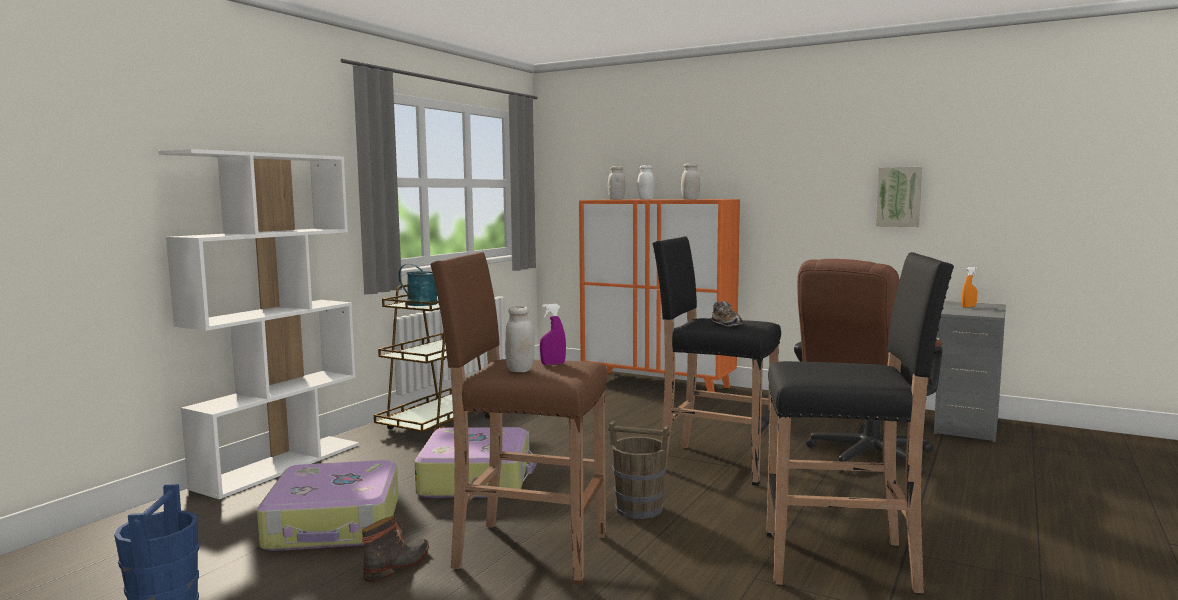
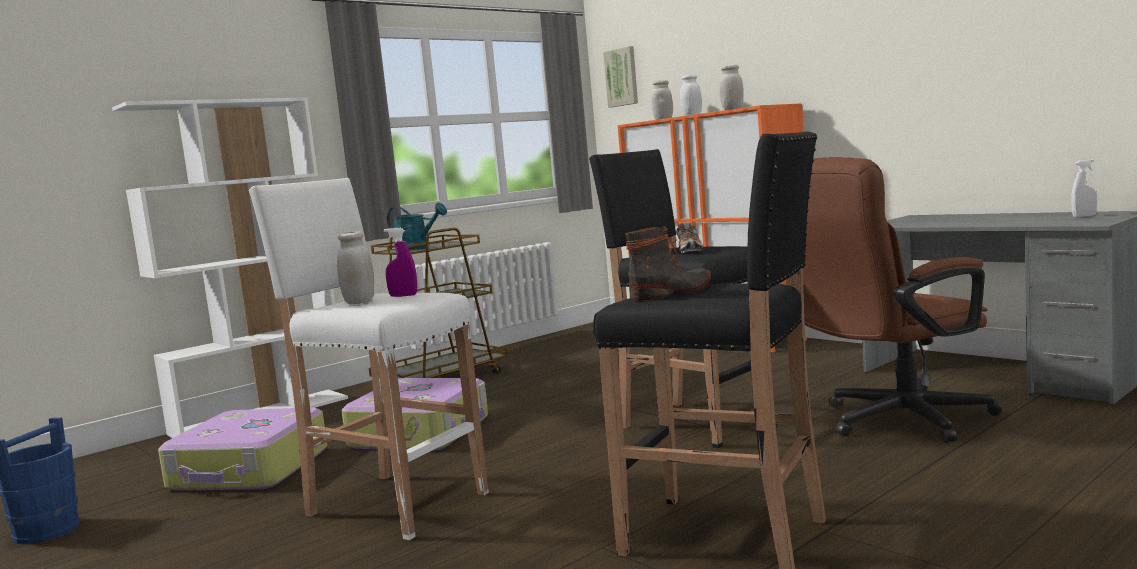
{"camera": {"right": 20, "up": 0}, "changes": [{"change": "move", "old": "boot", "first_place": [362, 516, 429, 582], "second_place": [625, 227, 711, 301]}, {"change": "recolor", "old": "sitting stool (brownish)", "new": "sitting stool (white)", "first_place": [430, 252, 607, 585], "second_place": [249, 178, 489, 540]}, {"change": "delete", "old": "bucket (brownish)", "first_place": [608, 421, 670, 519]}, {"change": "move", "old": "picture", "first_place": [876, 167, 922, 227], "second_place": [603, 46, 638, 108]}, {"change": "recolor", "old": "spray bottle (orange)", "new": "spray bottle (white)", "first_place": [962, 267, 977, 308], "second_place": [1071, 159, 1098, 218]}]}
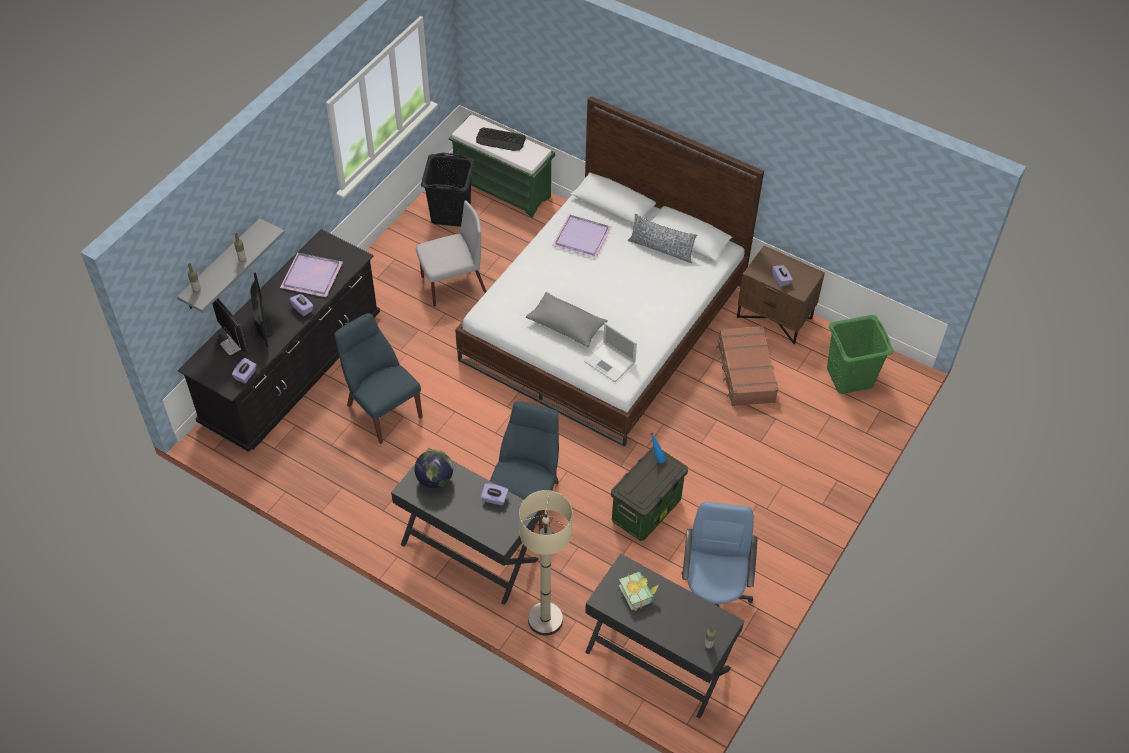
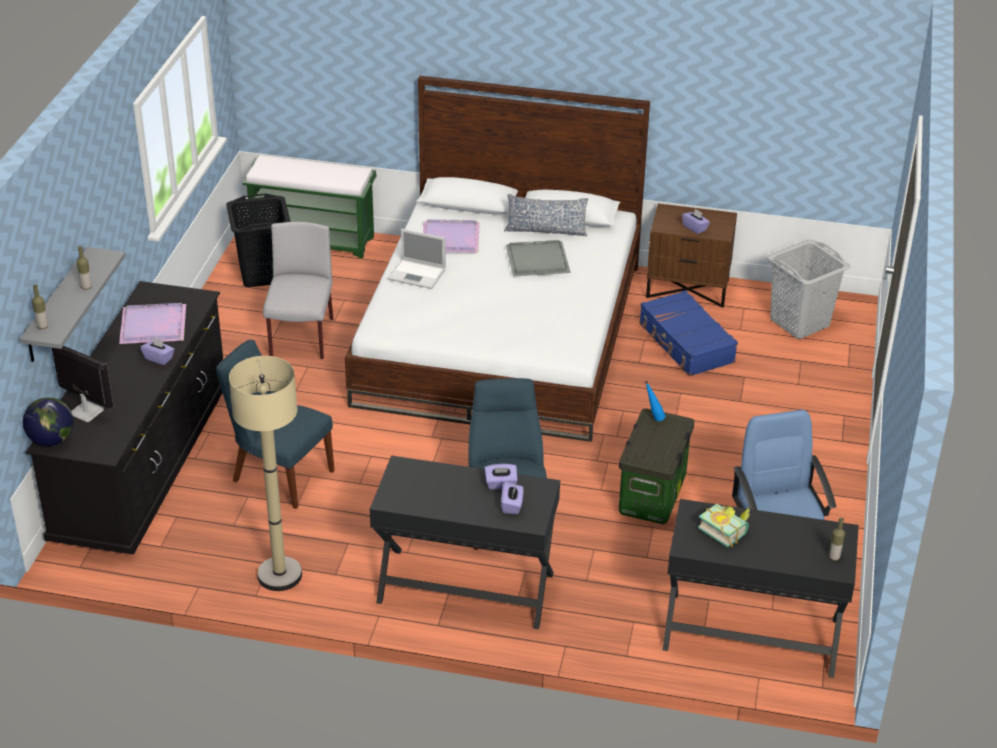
{"camera": {"right": -20, "up": -15}, "changes": [{"change": "move", "old": "tissue box (purple)", "first_place": [232, 358, 256, 383], "second_place": [501, 482, 523, 514]}, {"change": "delete", "old": "monitor", "first_place": [251, 273, 273, 347]}, {"change": "move", "old": "desk globe", "first_place": [415, 450, 453, 488], "second_place": [23, 397, 73, 446]}, {"change": "rotate", "old": "plain chair (gray)", "first_place": [416, 200, 486, 307], "second_place": [263, 222, 333, 359], "degrees": -45}, {"change": "delete", "old": "keyboard", "first_place": [476, 127, 526, 151]}, {"change": "move", "old": "floor lamp (beige)", "first_place": [519, 490, 572, 635], "second_place": [229, 356, 302, 591]}, {"change": "delete", "old": "throw pillow (gray)", "first_place": [526, 292, 608, 347]}, {"change": "move", "old": "laptop", "first_place": [584, 322, 637, 382], "second_place": [388, 229, 446, 289]}, {"change": "recolor", "old": "travel case (brownish)", "new": "travel case (blue)", "first_place": [716, 326, 779, 406], "second_place": [639, 290, 738, 376]}, {"change": "recolor", "old": "laundry basket (green)", "new": "laundry basket (gray)", "first_place": [827, 315, 894, 394], "second_place": [768, 240, 850, 339]}, {"change": "insert", "new": "tray (gray)", "second_place": [506, 240, 571, 276]}]}
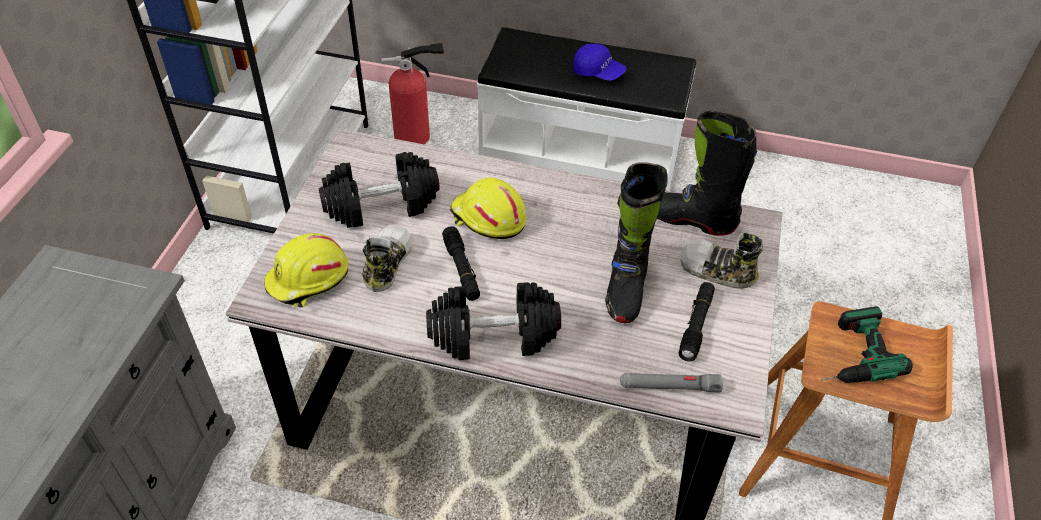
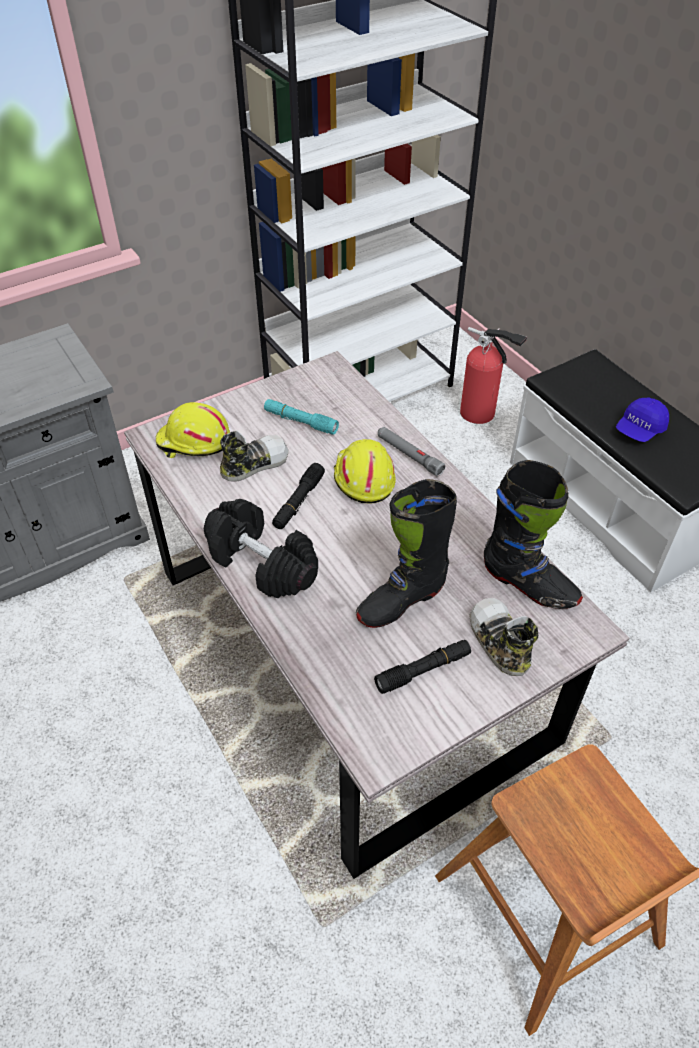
{"camera": {"right": 45, "up": 0}, "changes": [{"change": "replace", "old": "hand weight (black-coloured)", "new": "flashlight (blue-green)", "first_place": [319, 152, 440, 228], "second_place": [264, 399, 339, 435]}, {"change": "rotate", "old": "peaked cap (blue)", "first_place": [573, 44, 627, 81], "second_place": [616, 398, 669, 442], "degrees": 60}, {"change": "move", "old": "flashlight (gray)", "first_place": [620, 373, 723, 392], "second_place": [378, 427, 445, 476]}, {"change": "rotate", "old": "boot (black-coloured)", "first_place": [657, 111, 757, 236], "second_place": [484, 460, 583, 609], "degrees": 150}, {"change": "delete", "old": "power drill", "first_place": [821, 306, 913, 383]}]}
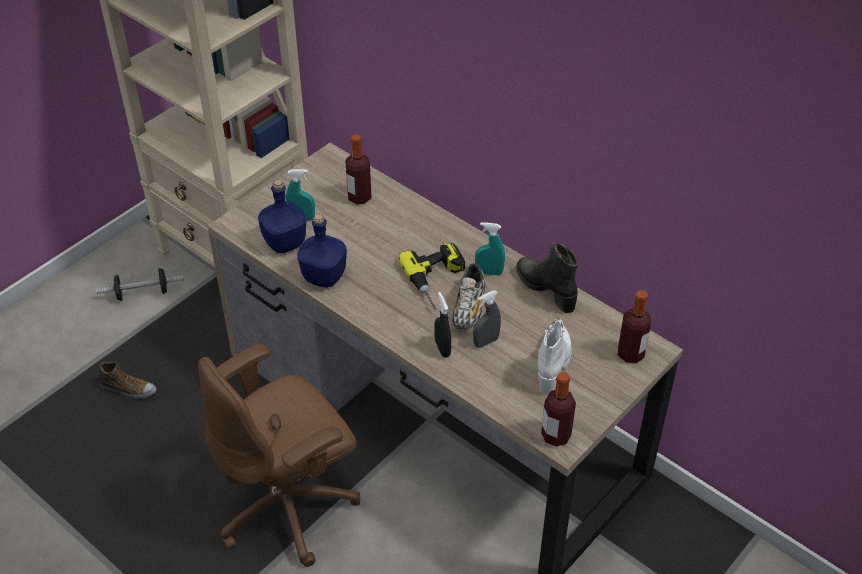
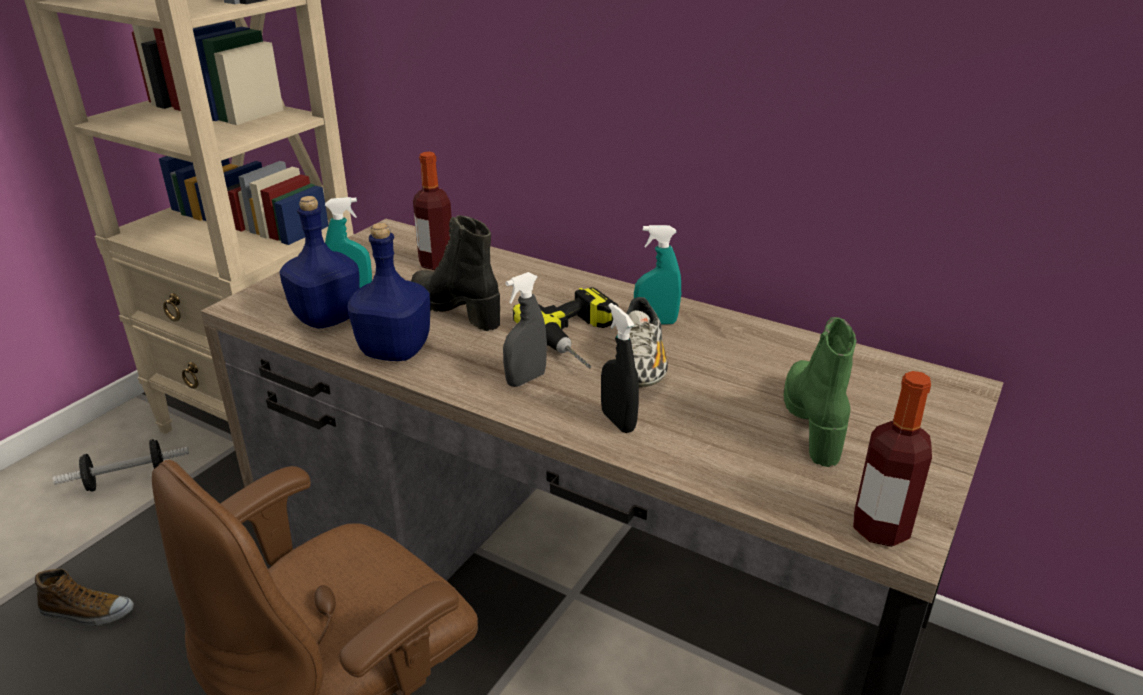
{"camera": {"right": -10, "up": -15}, "changes": [{"change": "move", "old": "spray bottle (gray)", "first_place": [473, 291, 501, 348], "second_place": [503, 272, 547, 387]}, {"change": "move", "old": "boot (black-coloured)", "first_place": [516, 243, 578, 313], "second_place": [411, 215, 500, 331]}, {"change": "recolor", "old": "boot (white)", "new": "boot (green)", "first_place": [538, 318, 572, 395], "second_place": [783, 317, 857, 467]}, {"change": "delete", "old": "bottle", "first_place": [618, 290, 651, 363]}]}
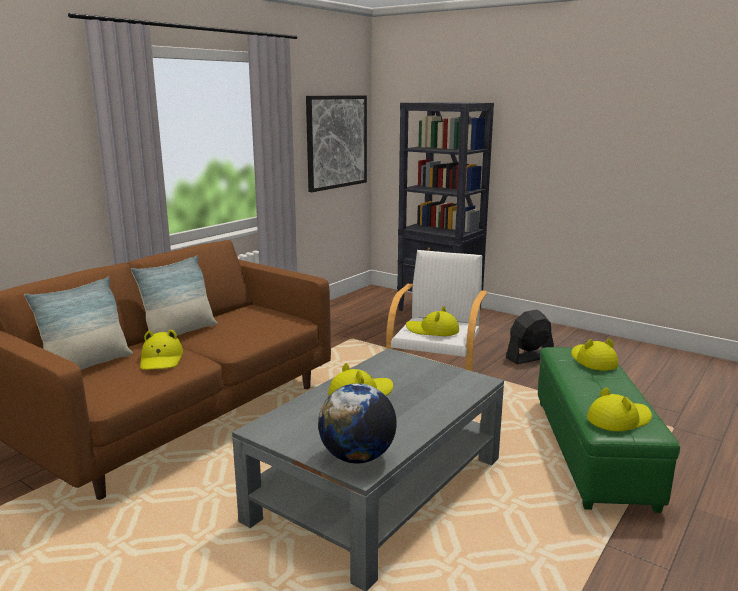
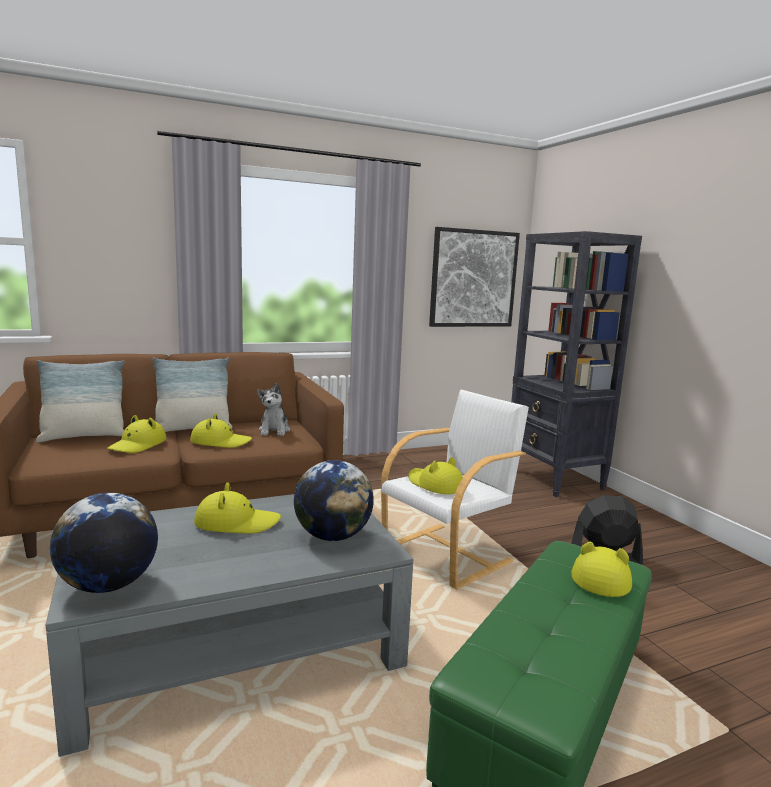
{"camera": {"right": 30, "up": -5}, "changes": [{"change": "move", "old": "hat (yellow)", "first_place": [587, 388, 652, 431], "second_place": [190, 413, 252, 448]}, {"change": "insert", "new": "cuddly toy", "second_place": [257, 383, 290, 436]}, {"change": "insert", "new": "desk globe", "second_place": [294, 460, 374, 541]}]}
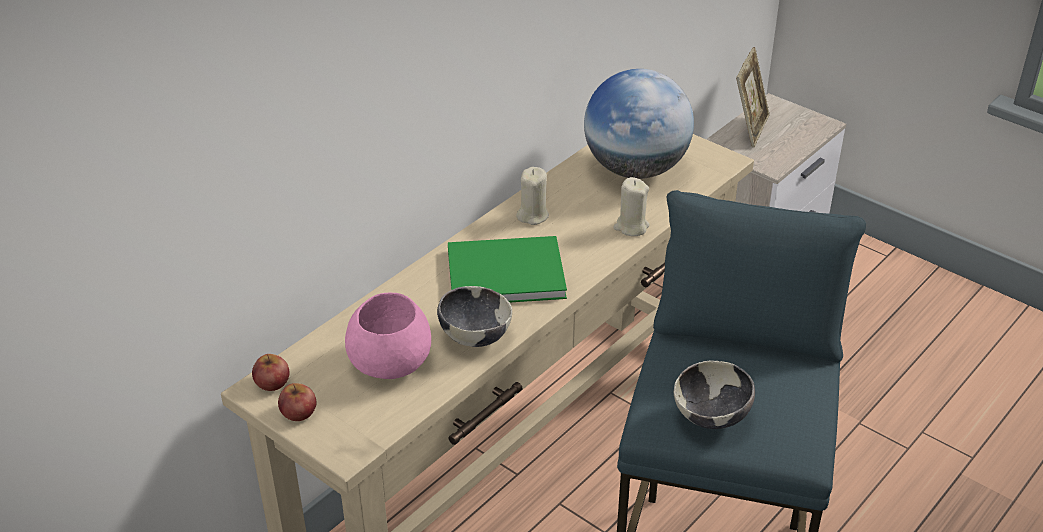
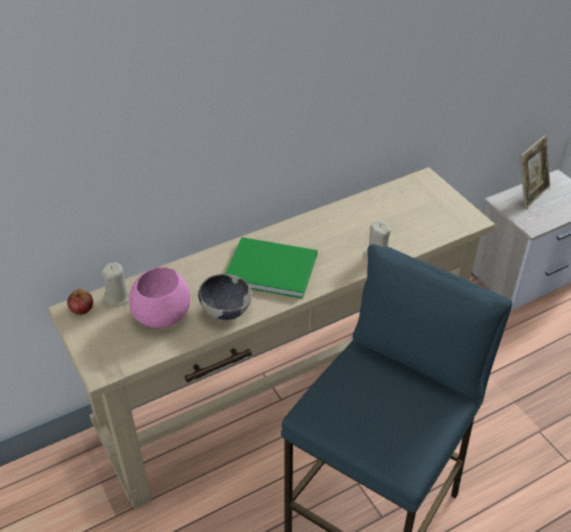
{"camera": {"right": 20, "up": 5}, "changes": [{"change": "delete", "old": "apple fruit", "first_place": [278, 383, 317, 421]}, {"change": "move", "old": "candle (beige)", "first_place": [516, 167, 549, 225], "second_place": [101, 262, 130, 306]}, {"change": "delete", "old": "desk globe", "first_place": [584, 69, 694, 179]}, {"change": "delete", "old": "serving bowl", "first_place": [674, 361, 755, 429]}]}
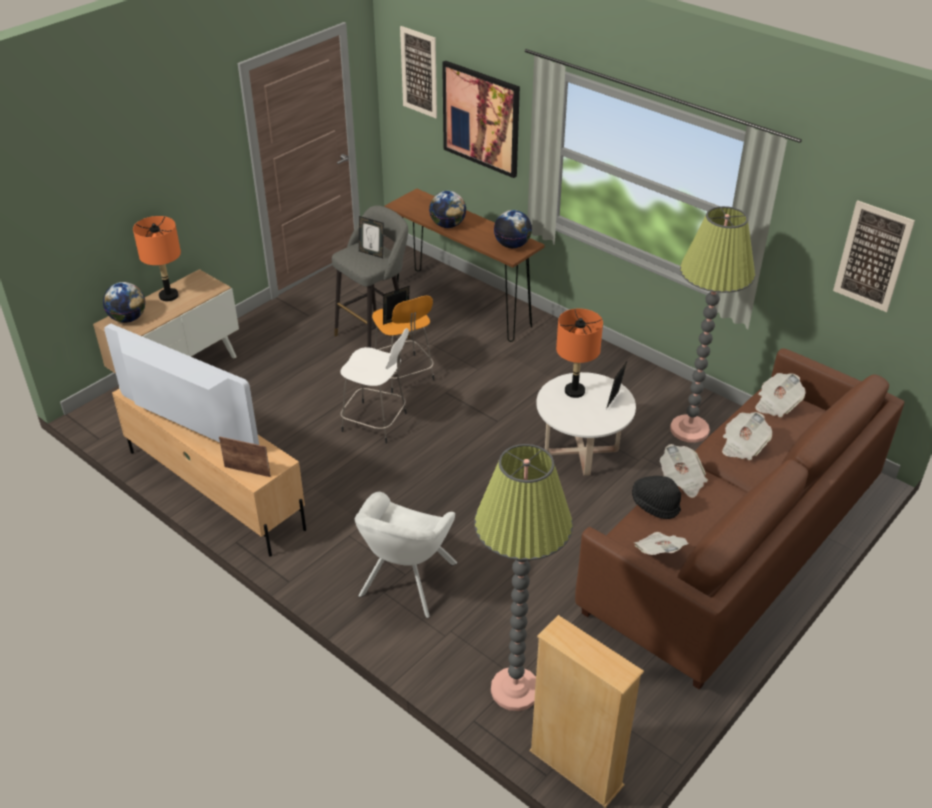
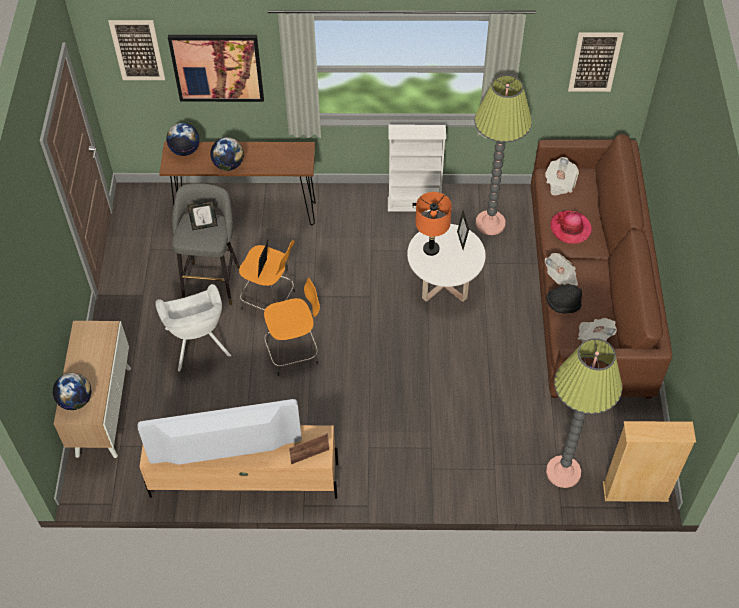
{"camera": {"right": -40, "up": 15}, "changes": [{"change": "delete", "old": "lamp for a table (orange)", "first_place": [133, 216, 181, 301]}, {"change": "recolor", "old": "sitting stool (white)", "new": "sitting stool (orange)", "first_place": [340, 328, 409, 444], "second_place": [264, 277, 320, 376]}, {"change": "move", "old": "easy chair (white)", "first_place": [355, 492, 458, 618], "second_place": [155, 284, 231, 372]}, {"change": "move", "old": "desk globe", "first_place": [494, 210, 532, 248], "second_place": [166, 123, 200, 156]}, {"change": "replace", "old": "daily paper", "new": "hat", "first_place": [722, 412, 772, 460], "second_place": [550, 211, 592, 244]}, {"change": "insert", "new": "bookshelf (white)", "second_place": [388, 125, 446, 212]}]}
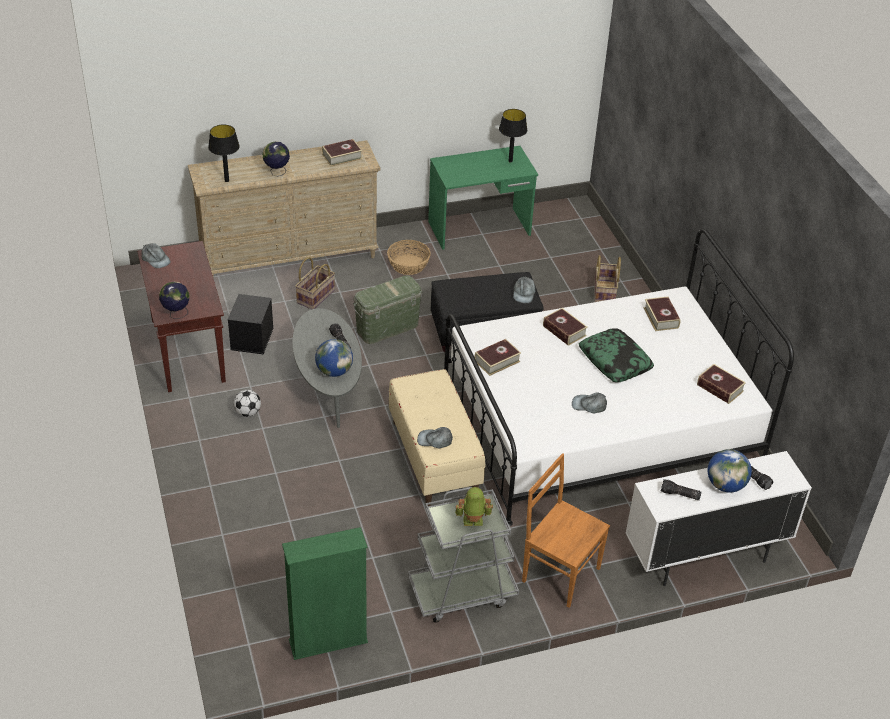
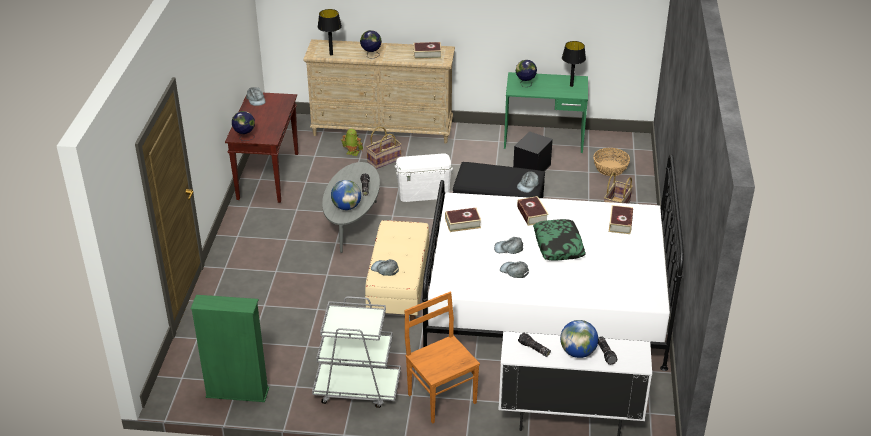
{"camera": {"right": 25, "up": -5}, "changes": [{"change": "move", "old": "storage container (black-coloured)", "first_place": [228, 294, 274, 354], "second_place": [513, 131, 553, 172]}, {"change": "delete", "old": "football", "first_place": [233, 390, 261, 417]}, {"change": "recolor", "old": "storage container (green)", "new": "storage container (white)", "first_place": [353, 275, 422, 344], "second_place": [395, 154, 453, 202]}, {"change": "move", "old": "basket", "first_place": [387, 240, 431, 275], "second_place": [593, 148, 630, 176]}, {"change": "move", "old": "toy robot", "first_place": [455, 487, 493, 526], "second_place": [341, 129, 363, 156]}, {"change": "delete", "old": "book", "first_place": [697, 364, 746, 404]}, {"change": "insert", "new": "peaked cap (gray)", "second_place": [494, 237, 523, 254]}, {"change": "insert", "new": "desk globe", "second_place": [516, 60, 537, 87]}]}
